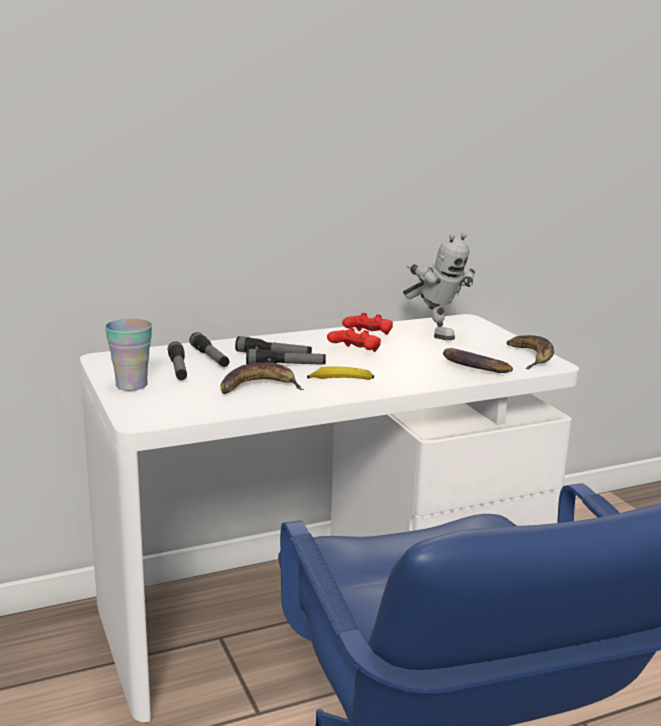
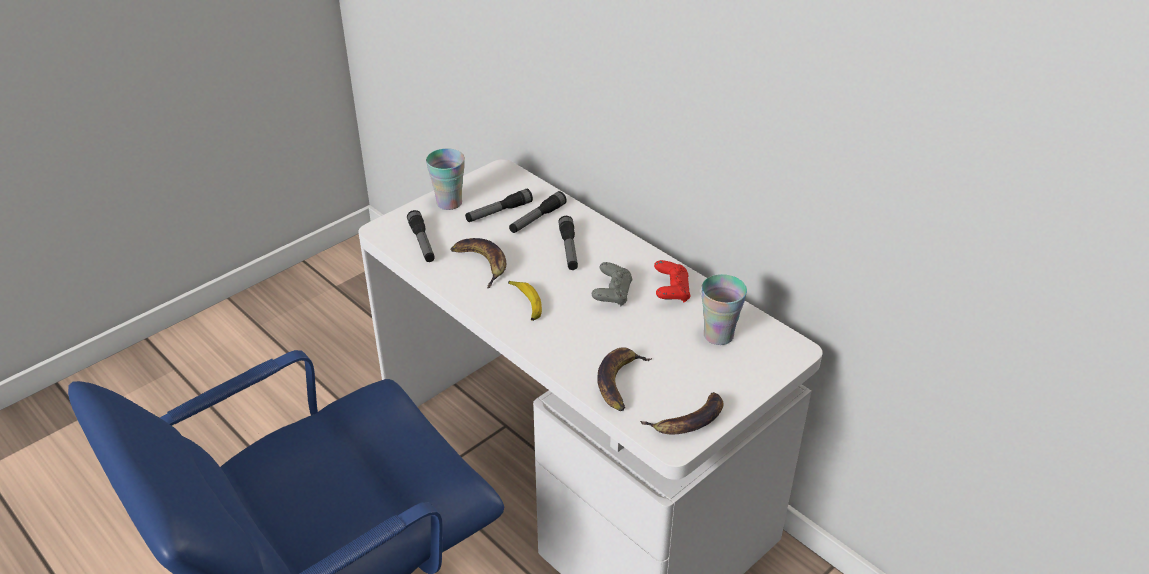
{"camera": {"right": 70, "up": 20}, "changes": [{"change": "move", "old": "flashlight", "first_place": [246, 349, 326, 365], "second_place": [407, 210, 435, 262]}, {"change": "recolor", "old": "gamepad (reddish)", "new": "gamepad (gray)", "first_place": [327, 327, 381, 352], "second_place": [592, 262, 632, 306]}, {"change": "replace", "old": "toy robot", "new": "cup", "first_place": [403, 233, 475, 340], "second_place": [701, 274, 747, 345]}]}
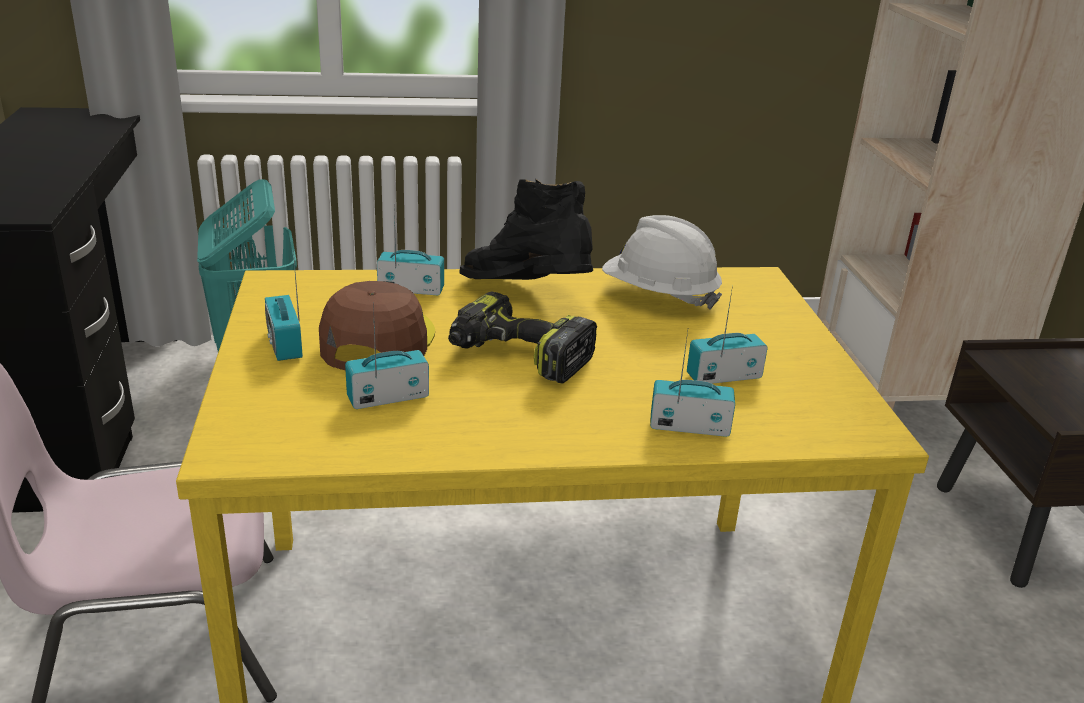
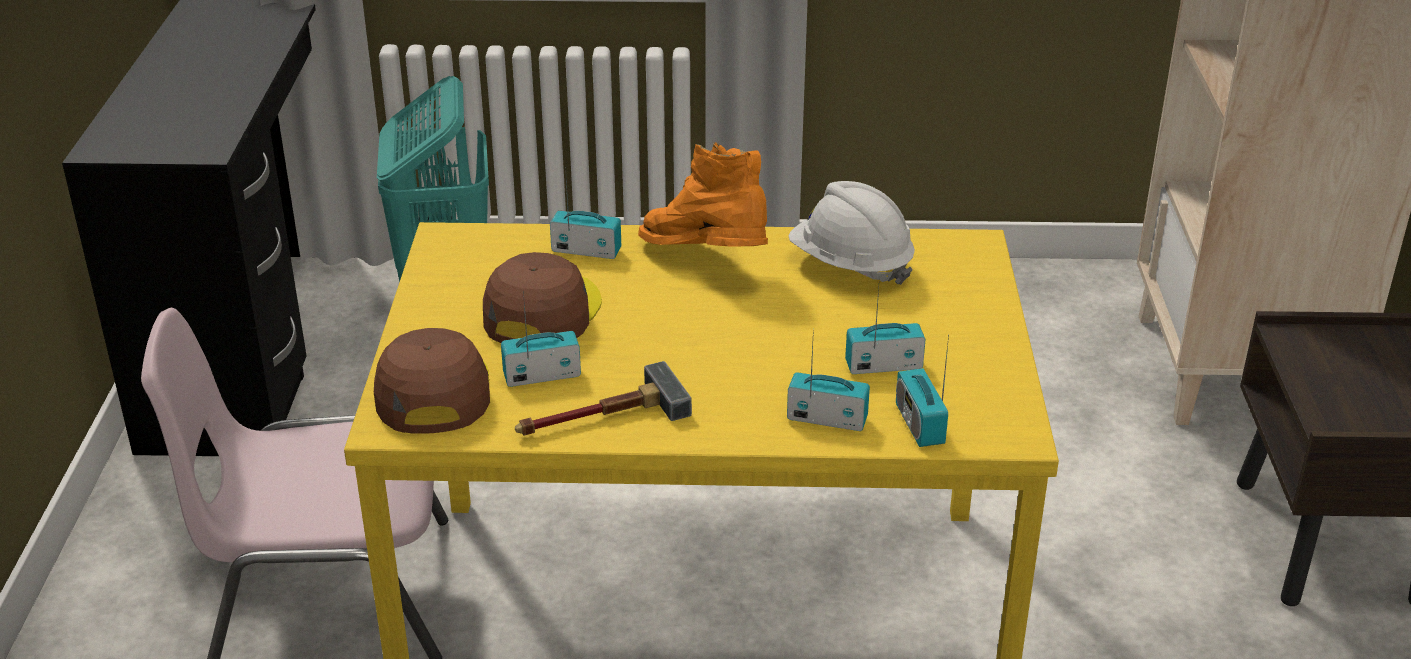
{"camera": {"right": 10, "up": 5}, "changes": [{"change": "move", "old": "radio set", "first_place": [265, 250, 303, 361], "second_place": [896, 335, 949, 447]}, {"change": "delete", "old": "power drill", "first_place": [448, 291, 597, 383]}, {"change": "recolor", "old": "boot (black-coloured)", "new": "boot (orange)", "first_place": [459, 178, 593, 280], "second_place": [638, 142, 768, 246]}, {"change": "insert", "new": "peaked cap (brownish)", "second_place": [374, 328, 490, 434]}, {"change": "insert", "new": "hand hammer", "second_place": [515, 361, 692, 436]}]}
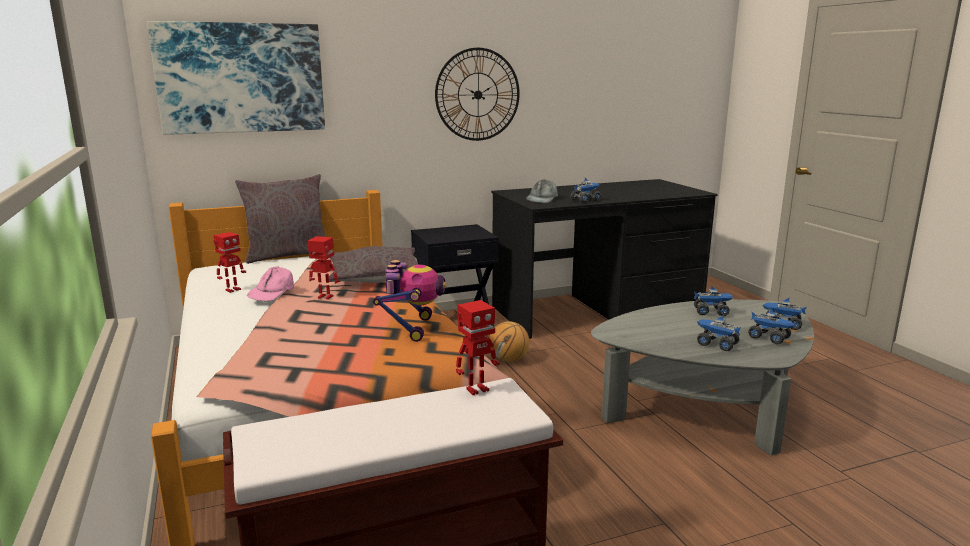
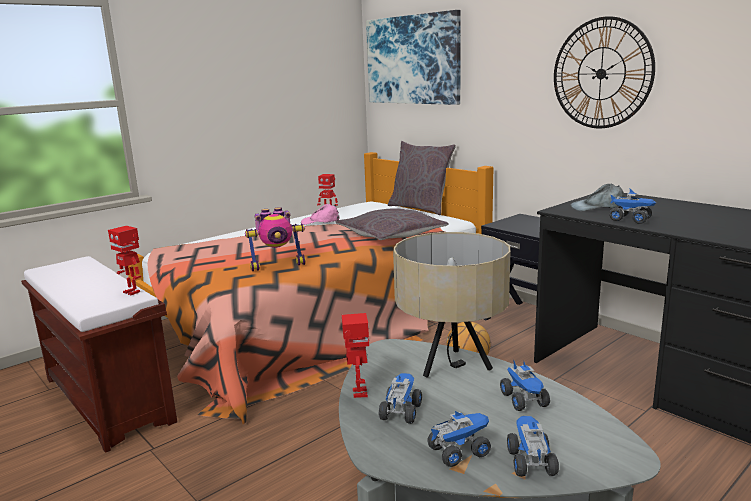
{"camera": {"right": 70, "up": 0}, "changes": [{"change": "move", "old": "toy robot", "first_place": [307, 236, 340, 299], "second_place": [342, 313, 369, 398]}, {"change": "rotate", "old": "toy truck", "first_place": [748, 309, 794, 344], "second_place": [427, 411, 491, 467], "degrees": -135}, {"change": "insert", "new": "lamp for a table (beige)", "second_place": [393, 232, 510, 377]}]}
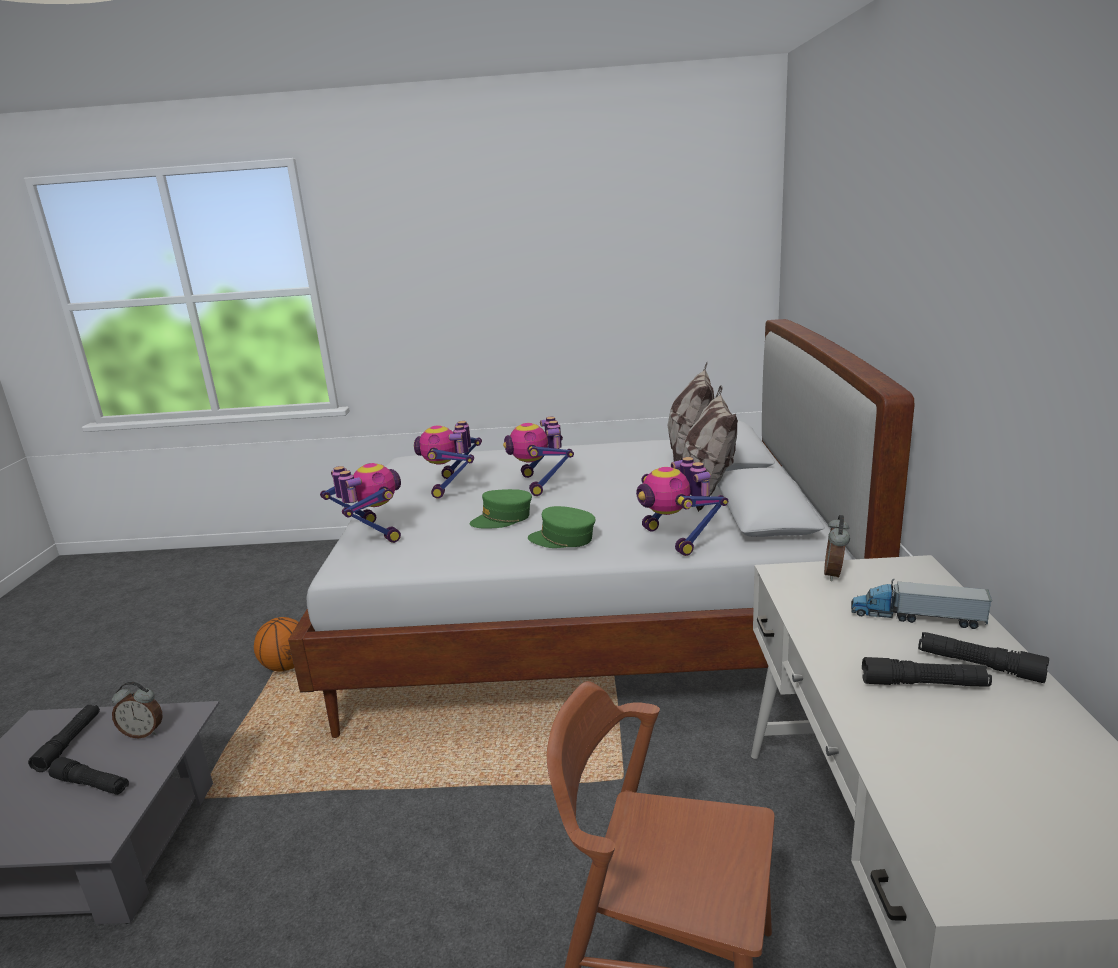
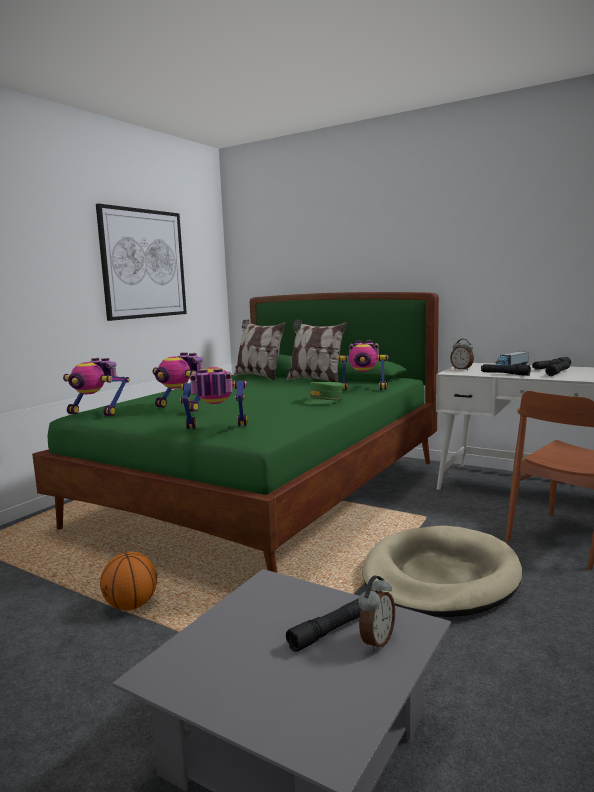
{"camera": {"right": -60, "up": -10}, "changes": [{"change": "move", "old": "flashlight (black-coloured)", "first_place": [28, 705, 100, 772], "second_place": [481, 364, 531, 376]}, {"change": "move", "old": "table clock", "first_place": [112, 682, 163, 738], "second_place": [358, 576, 395, 652]}, {"change": "recolor", "old": "sleeping bed (white)", "new": "sleeping bed (green)", "first_place": [288, 319, 914, 738], "second_place": [32, 292, 439, 573]}, {"change": "delete", "old": "peaked cap (green)", "first_place": [470, 489, 532, 528]}, {"change": "move", "old": "toy robot", "first_place": [503, 417, 574, 496], "second_place": [63, 358, 129, 416]}, {"change": "insert", "new": "picture", "second_place": [96, 204, 187, 321]}, {"change": "insert", "new": "dog bed (beige)", "second_place": [362, 526, 522, 617]}]}
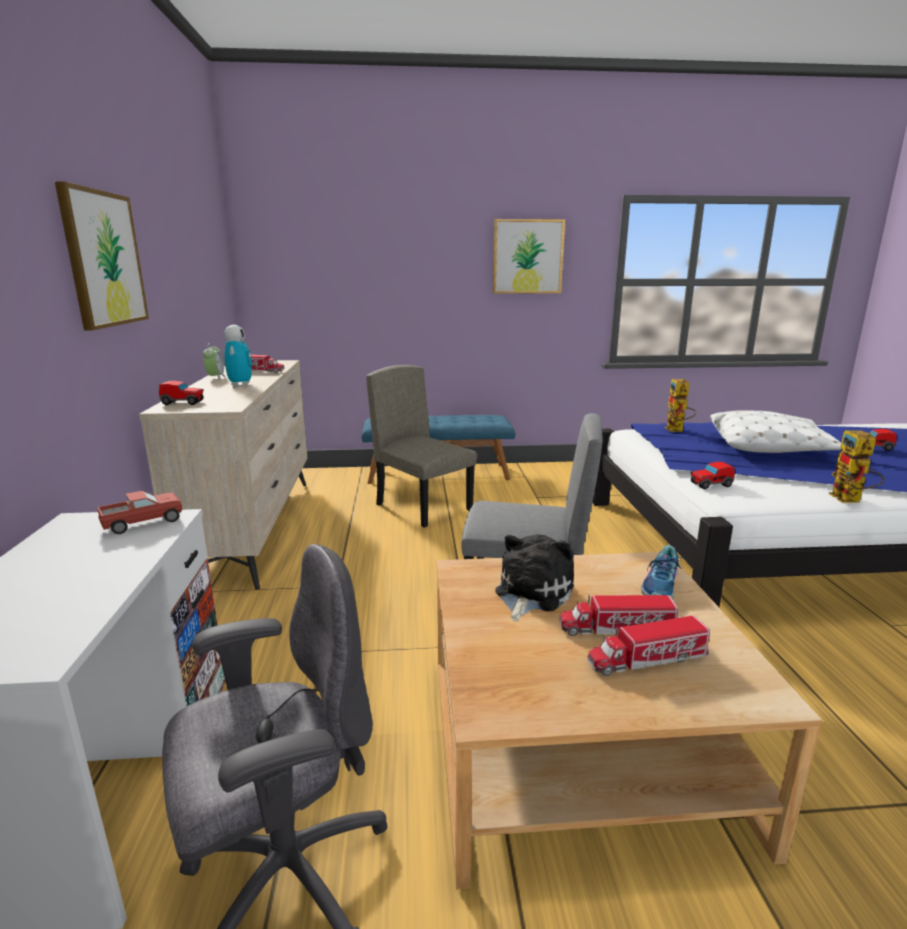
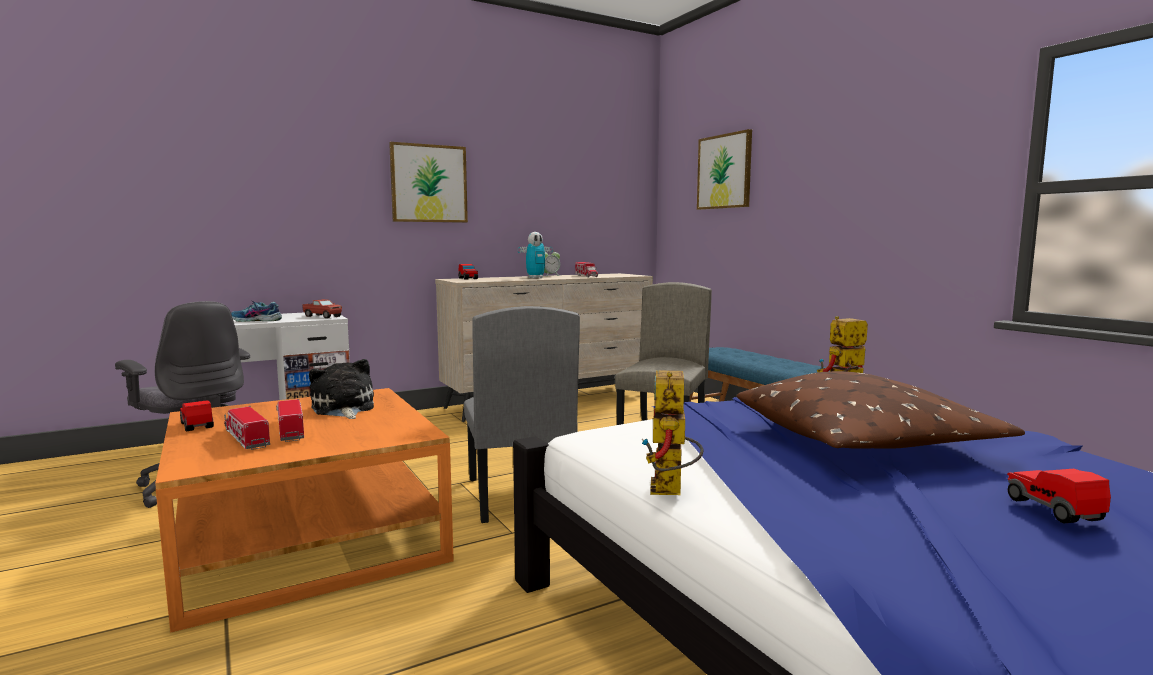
{"camera": {"right": 65, "up": -10}, "changes": [{"change": "recolor", "old": "low table (beige)", "new": "low table (orange)", "first_place": [437, 552, 822, 890], "second_place": [155, 388, 454, 633]}, {"change": "move", "old": "picture", "first_place": [493, 219, 565, 294], "second_place": [697, 129, 752, 210]}, {"change": "rotate", "old": "cuddly toy", "first_place": [495, 534, 574, 621], "second_place": [309, 359, 374, 419], "degrees": -120}, {"change": "move", "old": "shoe", "first_place": [641, 545, 682, 599], "second_place": [231, 301, 282, 322]}, {"change": "move", "old": "toy car", "first_place": [690, 462, 735, 489], "second_place": [180, 400, 214, 431]}, {"change": "recolor", "old": "throw pillow (white)", "new": "throw pillow (brownish)", "first_place": [710, 411, 841, 453], "second_place": [737, 371, 1025, 449]}, {"change": "rotate", "old": "toy robot", "first_place": [829, 430, 885, 503], "second_place": [642, 370, 703, 495], "degrees": -60}]}
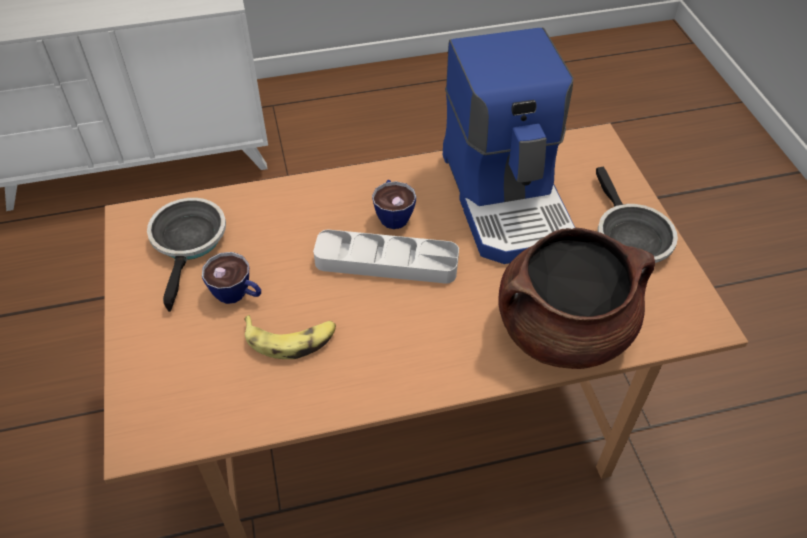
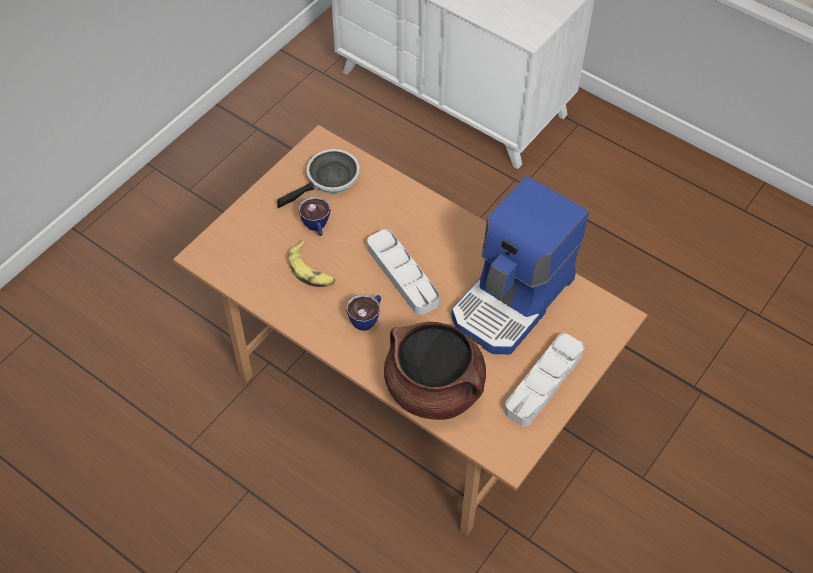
{"camera": {"right": 50, "up": 5}, "changes": [{"change": "move", "old": "cup", "first_place": [372, 180, 416, 229], "second_place": [346, 294, 381, 331]}, {"change": "replace", "old": "frying pan", "new": "tray (gray)", "first_place": [596, 167, 678, 263], "second_place": [504, 333, 584, 426]}]}
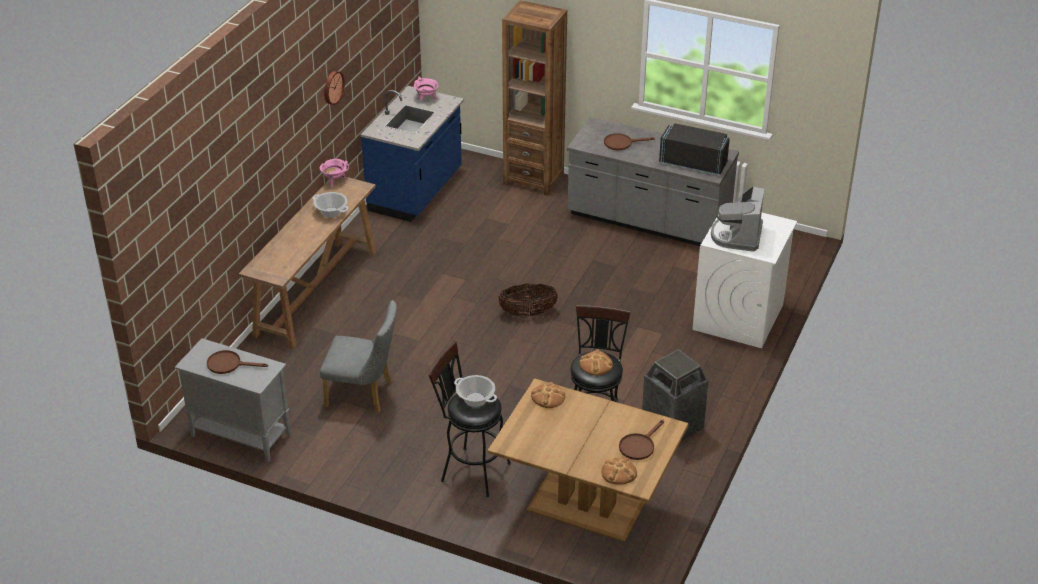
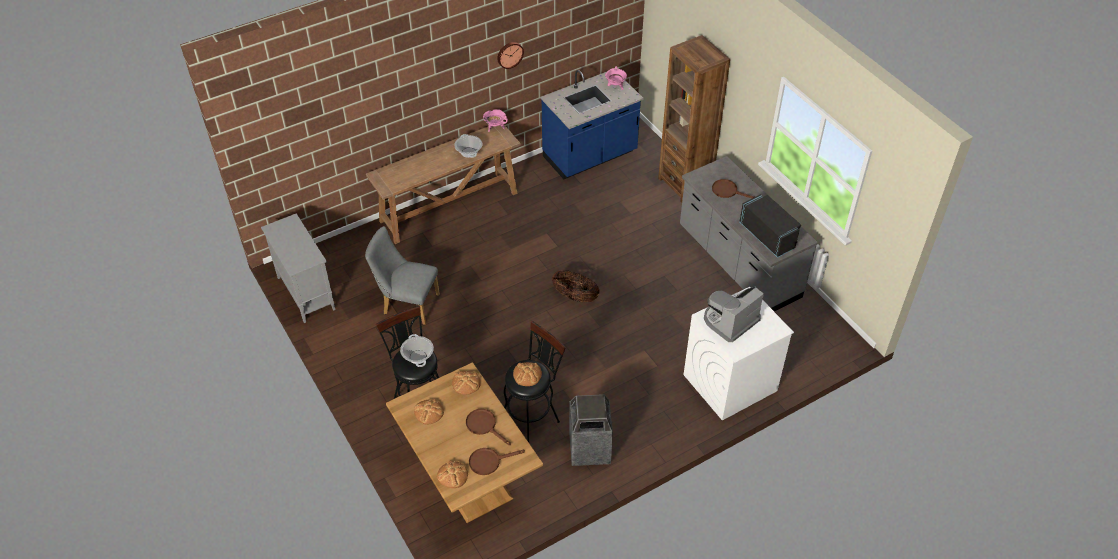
{"camera": {"right": 35, "up": 10}, "changes": [{"change": "move", "old": "frying pan (brownish)", "first_place": [207, 350, 268, 374], "second_place": [466, 409, 511, 445]}, {"change": "rotate", "old": "plain chair (gray)", "first_place": [320, 300, 397, 413], "second_place": [365, 226, 440, 325], "degrees": 150}, {"change": "insert", "new": "bread", "second_place": [414, 399, 444, 425]}]}
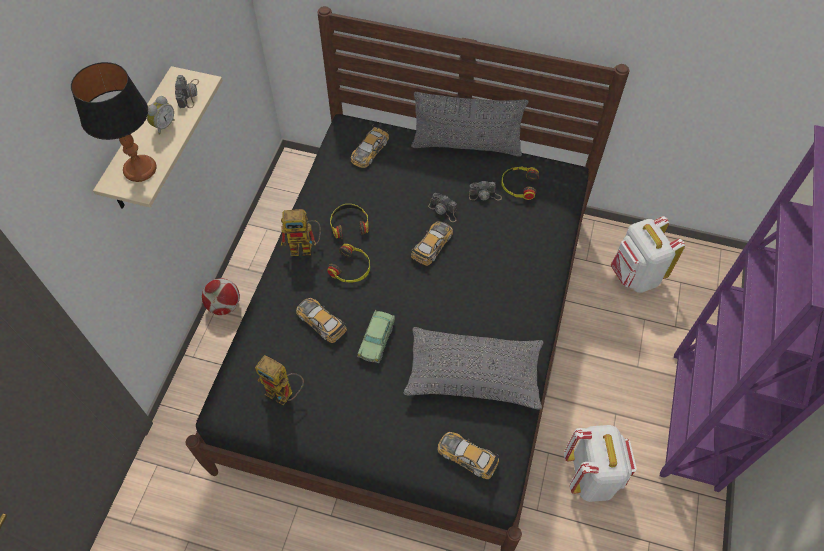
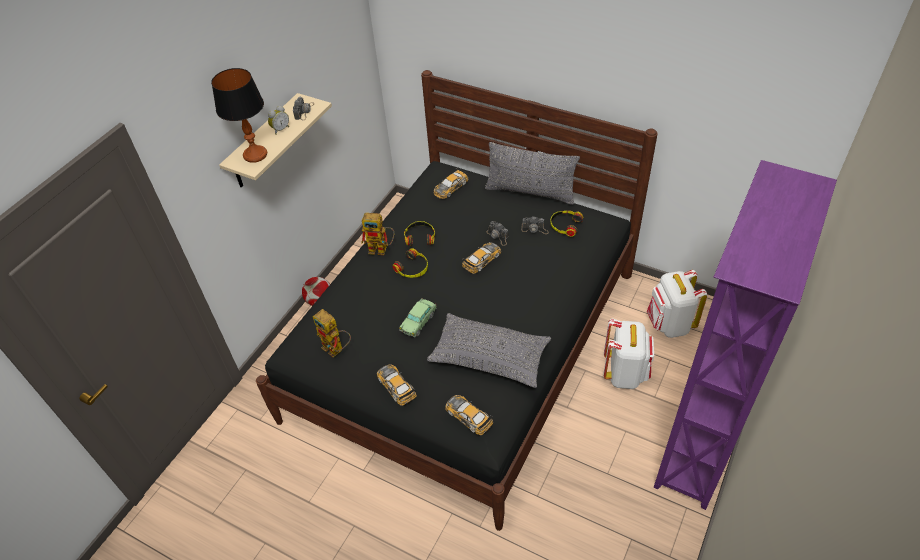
{"camera": {"right": 15, "up": -10}, "changes": [{"change": "move", "old": "toy car", "first_place": [296, 298, 347, 343], "second_place": [377, 364, 417, 406]}, {"change": "move", "old": "backpack (white)", "first_place": [564, 425, 637, 502], "second_place": [603, 319, 654, 389]}]}
